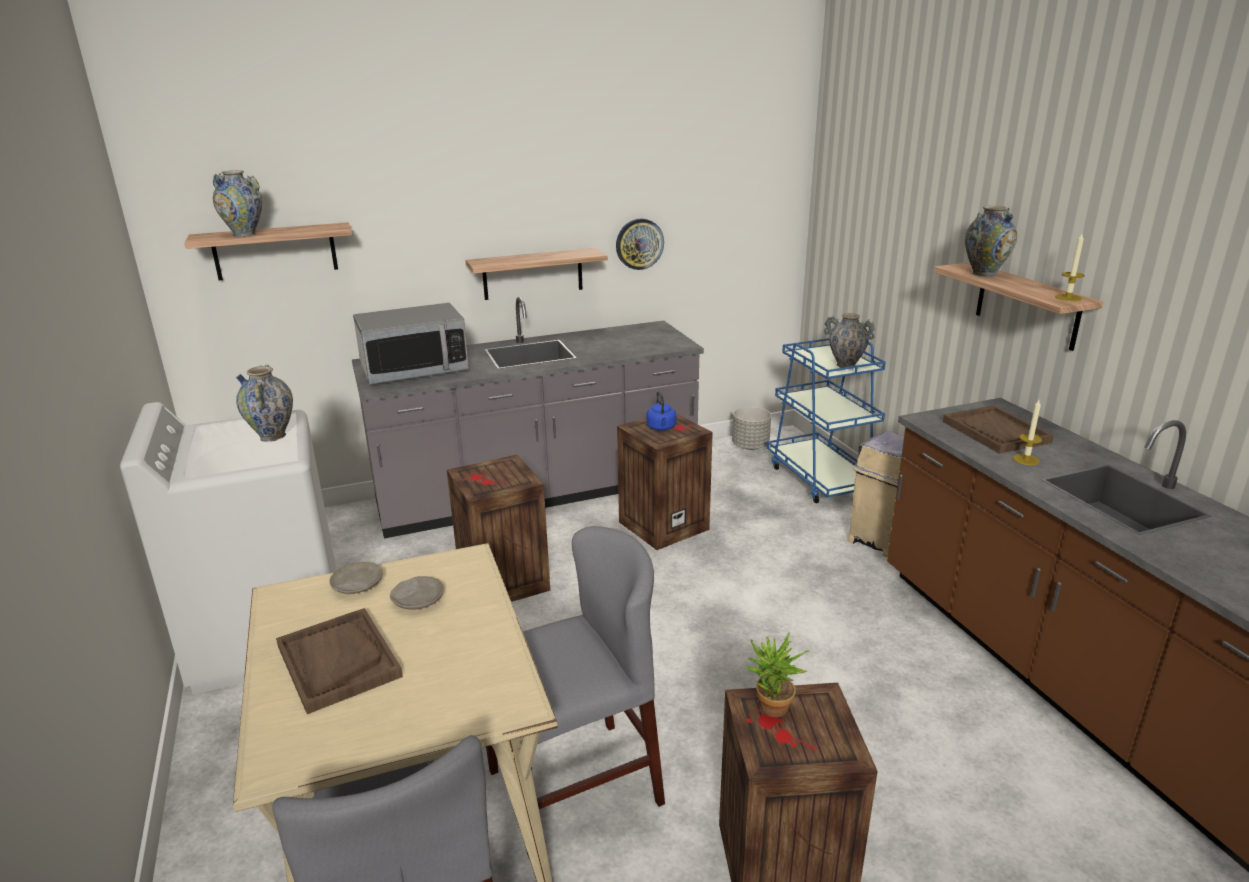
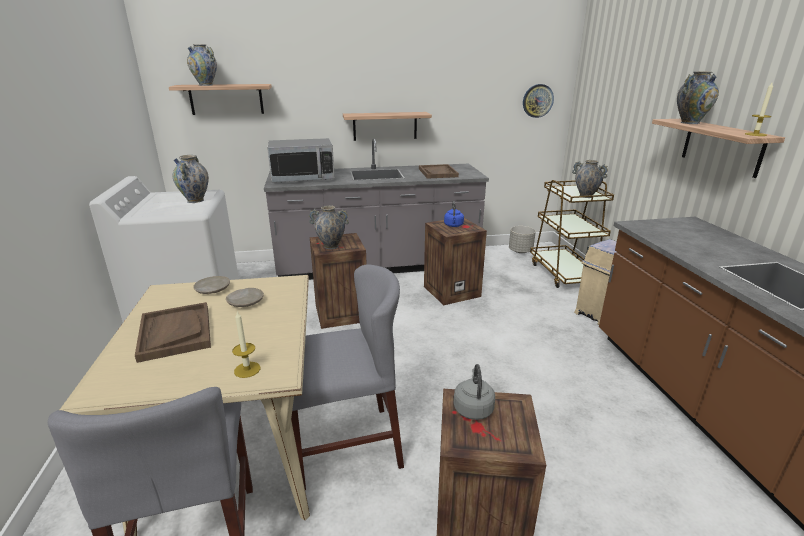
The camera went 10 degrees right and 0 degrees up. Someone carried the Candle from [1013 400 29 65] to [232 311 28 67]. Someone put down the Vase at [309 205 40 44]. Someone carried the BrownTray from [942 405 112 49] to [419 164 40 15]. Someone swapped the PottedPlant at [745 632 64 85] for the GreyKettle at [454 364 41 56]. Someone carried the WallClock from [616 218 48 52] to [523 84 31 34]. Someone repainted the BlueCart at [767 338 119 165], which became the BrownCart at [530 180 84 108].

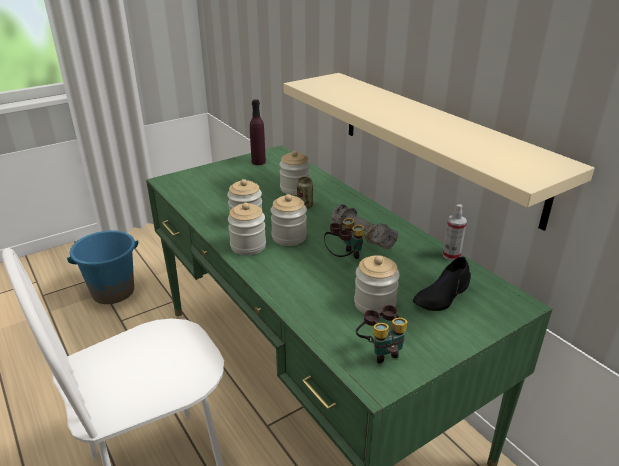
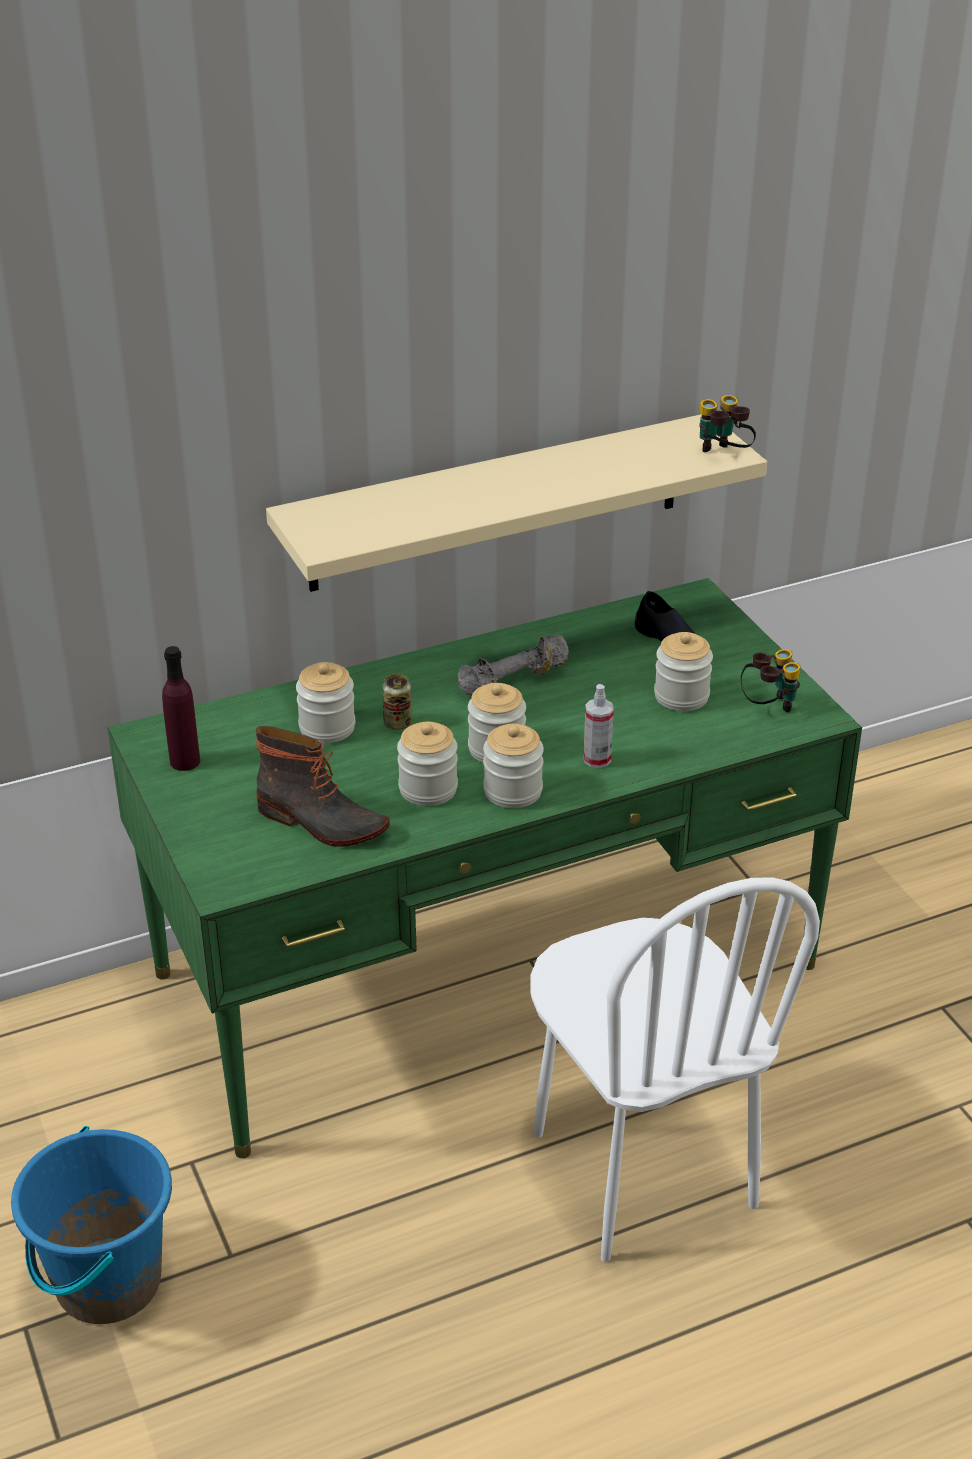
The camera went 80 degrees left and 5 degrees up. Someone put down the Boot at [256 726 134 121]. Someone carried the SprayBottle from [443 204 24 57] to [583 684 31 84]. Someone carried the Binoculars from [324 218 40 41] to [699 395 57 57].

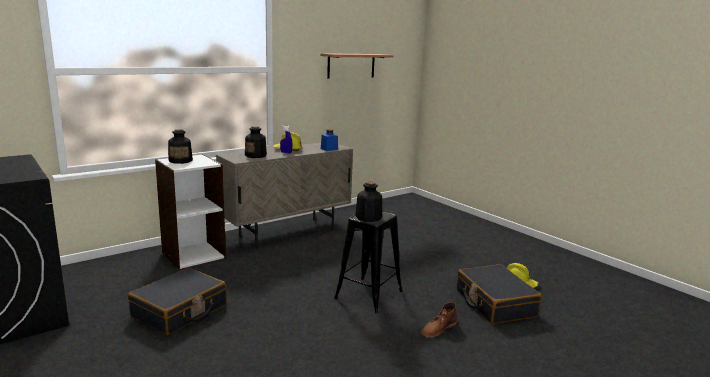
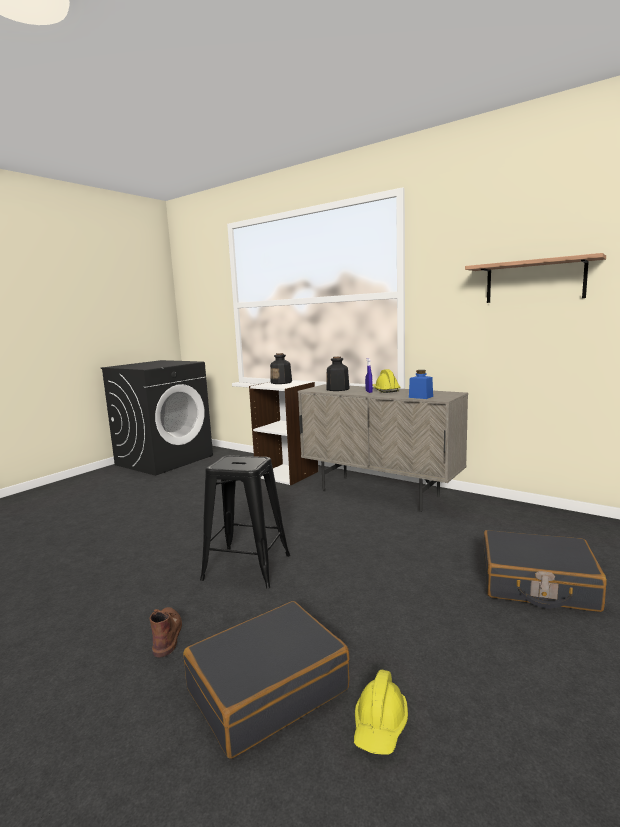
The camera went 75 degrees right and 5 degrees down. Someone rotated the BrownBoot at [421 302 37 36] by 45 degrees clockwise. Someone carried the BlackSuitcase from [128 268 99 67] to [484 530 123 82]. Someone took away the Bottle at [355 181 27 41].

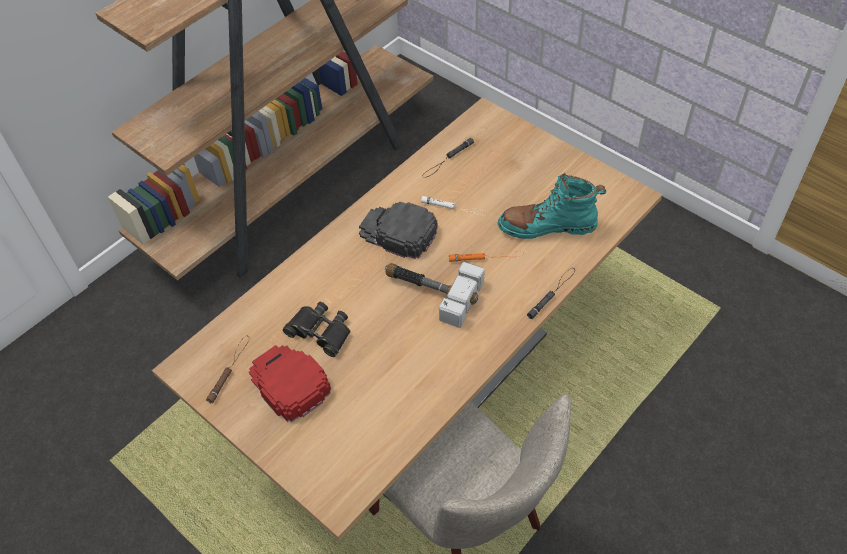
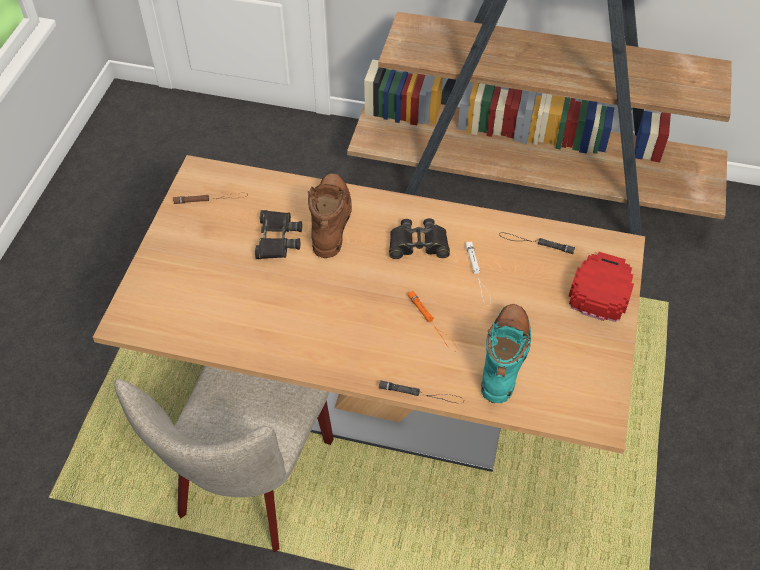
The camera went 60 degrees right and 0 degrees up. Someone put down the BrownBoot at [308 173 44 85]. Someone swapped the BlackCap at [359 202 79 57] for the BlackBinoculars at [389 218 61 41]. Someone rotated the TurquoiseBoot at [498 173 108 66] by 45 degrees clockwise. Someone carried the RedCap from [249 345 82 77] to [568 252 66 70]. Someone took away the Hammer at [385 262 100 66].

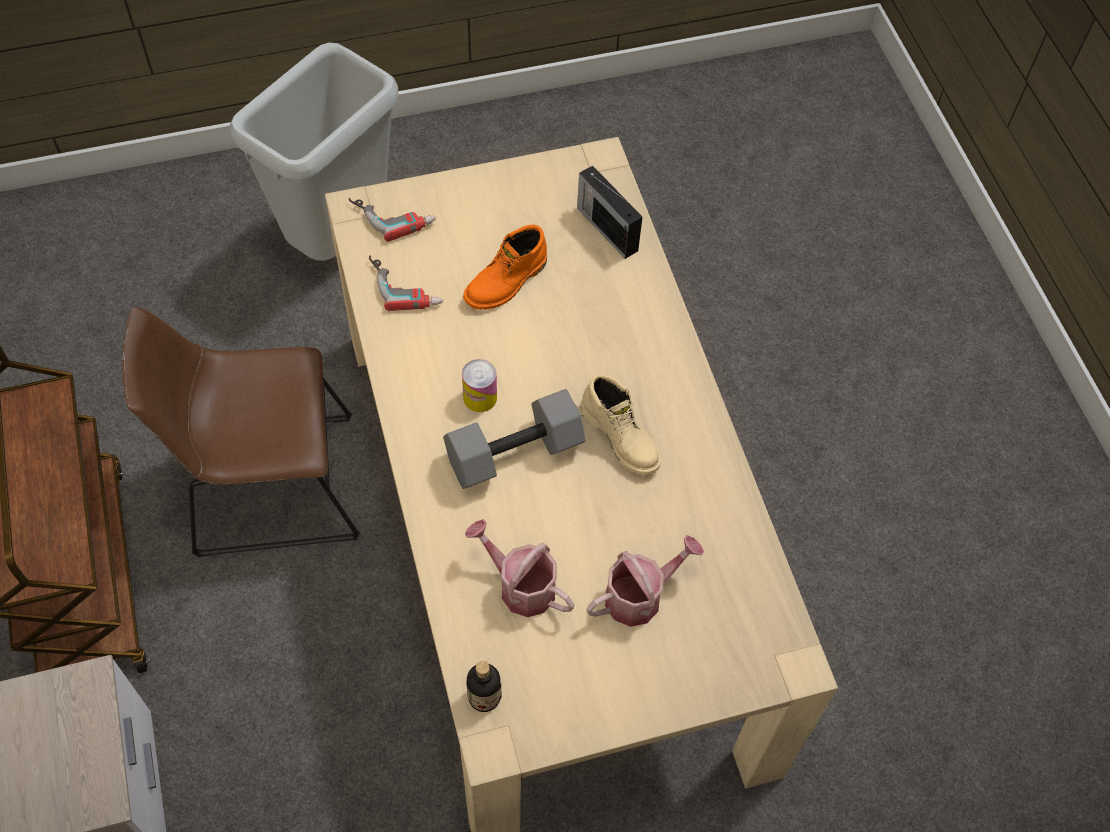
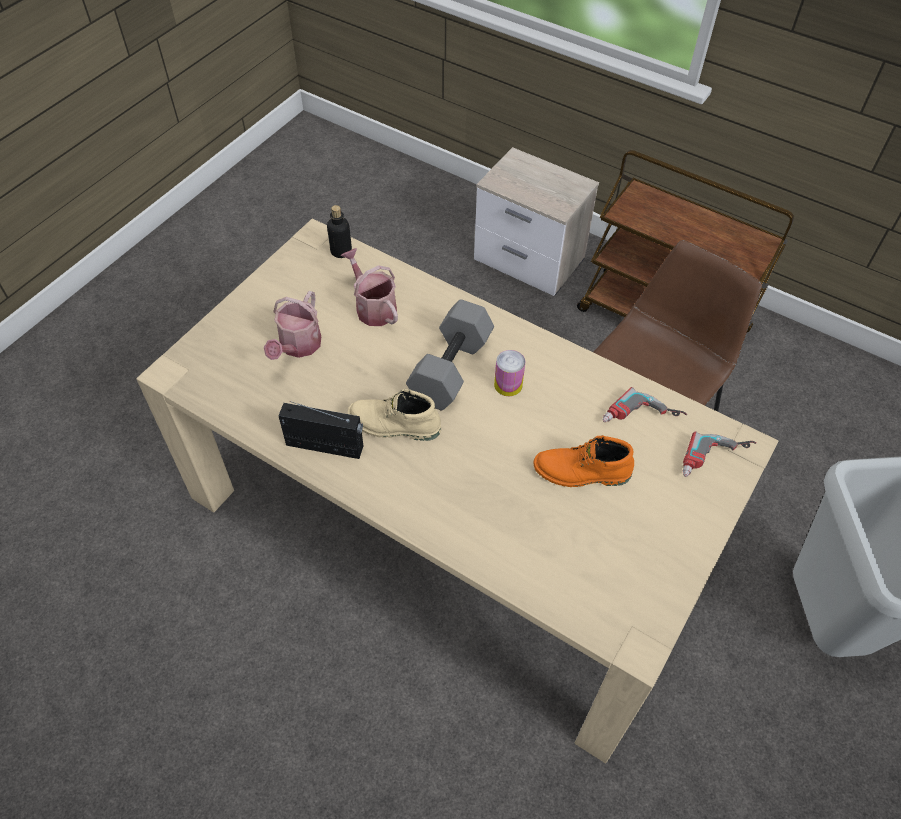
The camera went 140 degrees right and 5 degrees down. Someone carried the Radio from [577 166 65 93] to [278 401 85 58]. Someone rotated the WateringCan at [465 519 109 98] by 120 degrees counterclockwise. Someone rotated the OrangeBoot at [463 225 84 85] by 90 degrees counterclockwise.

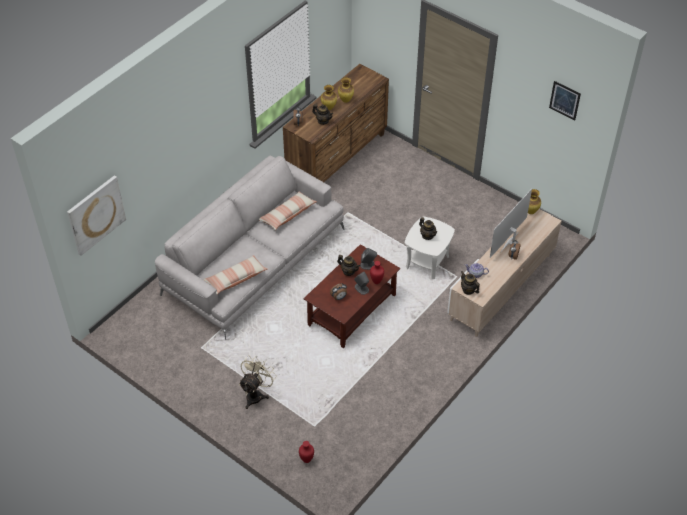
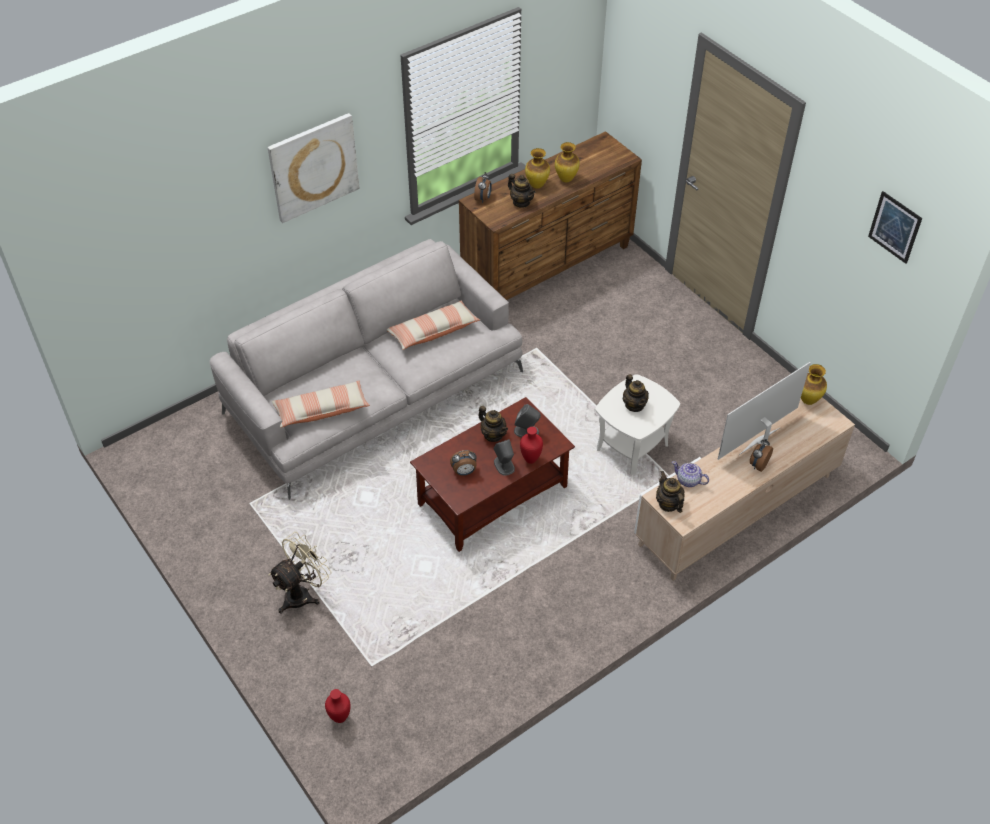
The camera went 15 degrees right and 0 degrees up. Someone carried the Picture from [67 175 59 81] to [268 113 91 110].

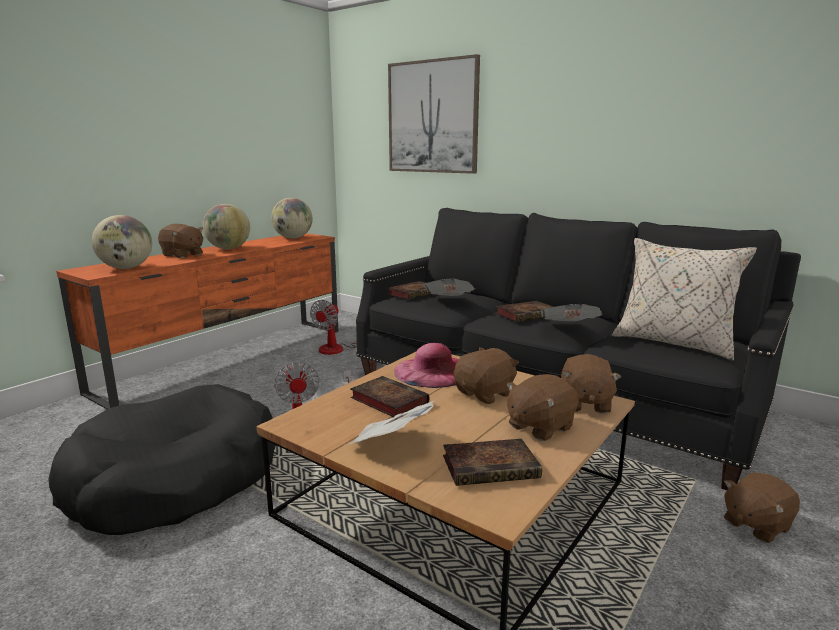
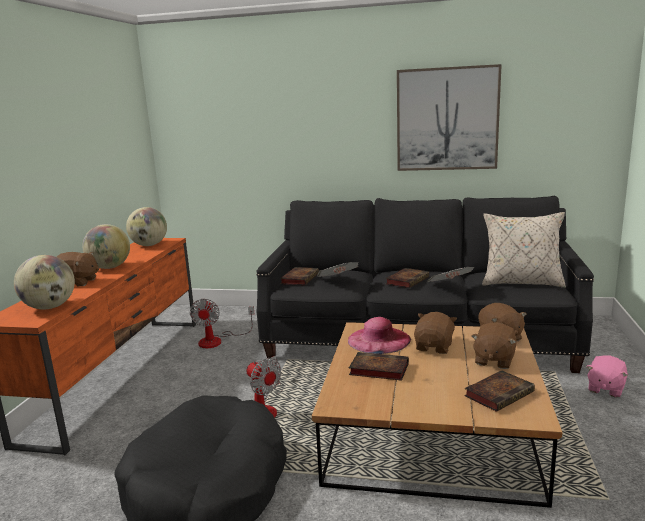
The camera went 25 degrees left and 0 degrees up. Someone carried the Picture from [388 54 92 120] to [397 64 105 107]. Someone repainted the BrownPlushToy at [724 472 76 71], which became the PinkPlushToy at [586 355 42 43]. Someone took away the Newspaper at [348 401 86 44].

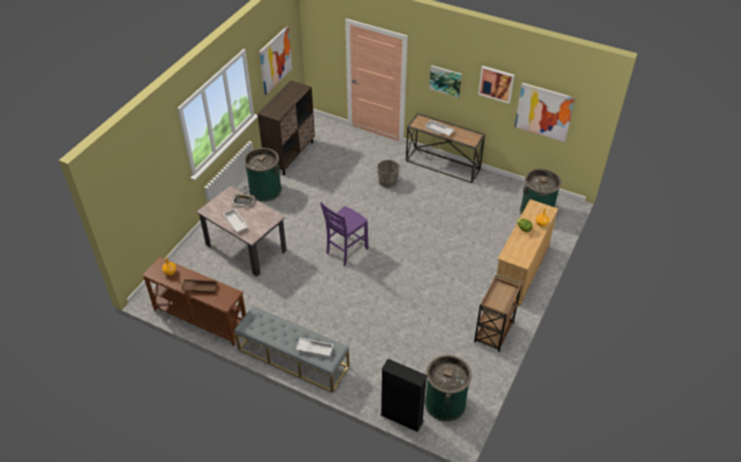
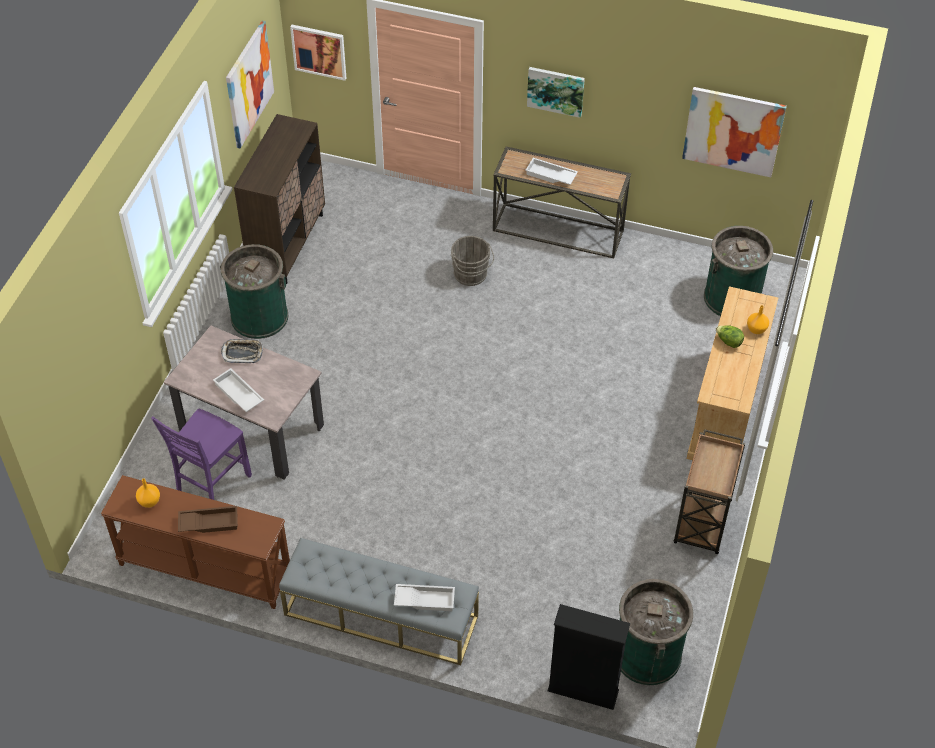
The camera went 10 degrees left and 5 degrees up. Someone carried the PurpleChair from [320 202 48 64] to [151 409 101 91]. Someone carried the Picture from [478 66 36 38] to [290 25 56 56].

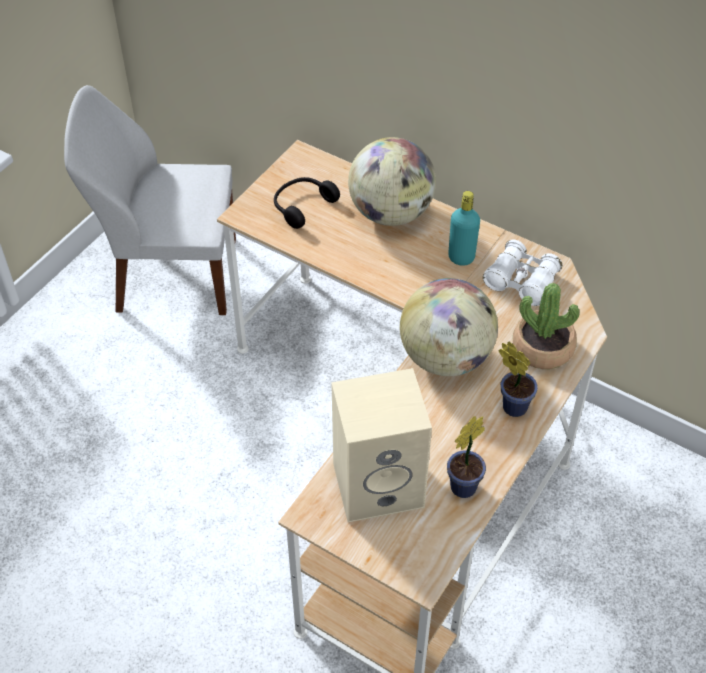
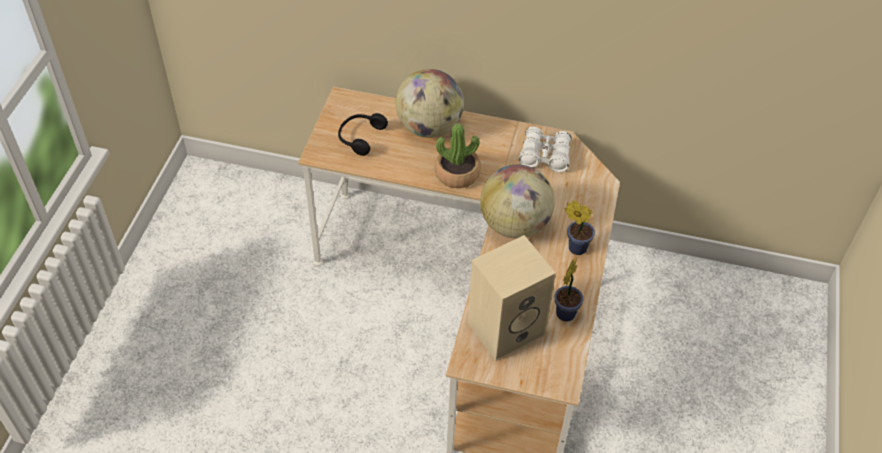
The camera went 20 degrees left and 0 degrees up. Someone carried the PottedPlant from [513 283 67 86] to [435 123 46 65]. Someone took away the WhiteChair at [64 85 172 230]. Someone took away the TurquoiseBottle at [448 191 32 75].

